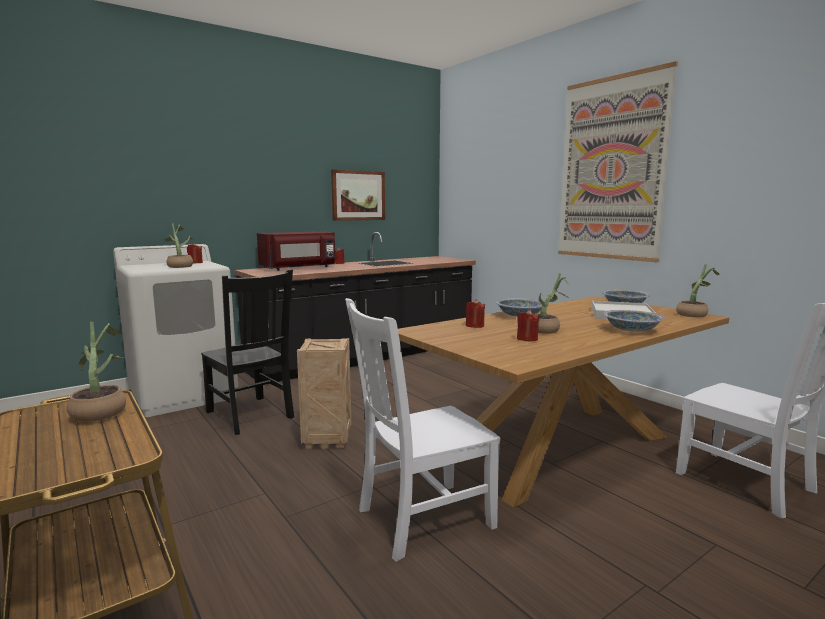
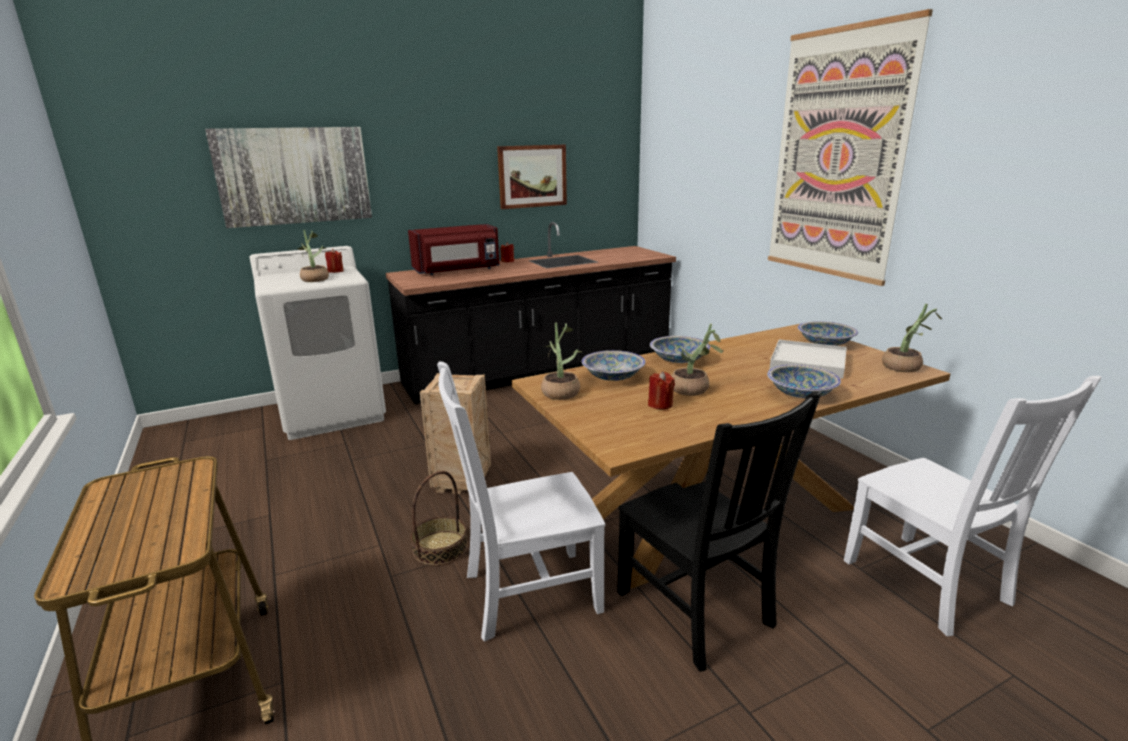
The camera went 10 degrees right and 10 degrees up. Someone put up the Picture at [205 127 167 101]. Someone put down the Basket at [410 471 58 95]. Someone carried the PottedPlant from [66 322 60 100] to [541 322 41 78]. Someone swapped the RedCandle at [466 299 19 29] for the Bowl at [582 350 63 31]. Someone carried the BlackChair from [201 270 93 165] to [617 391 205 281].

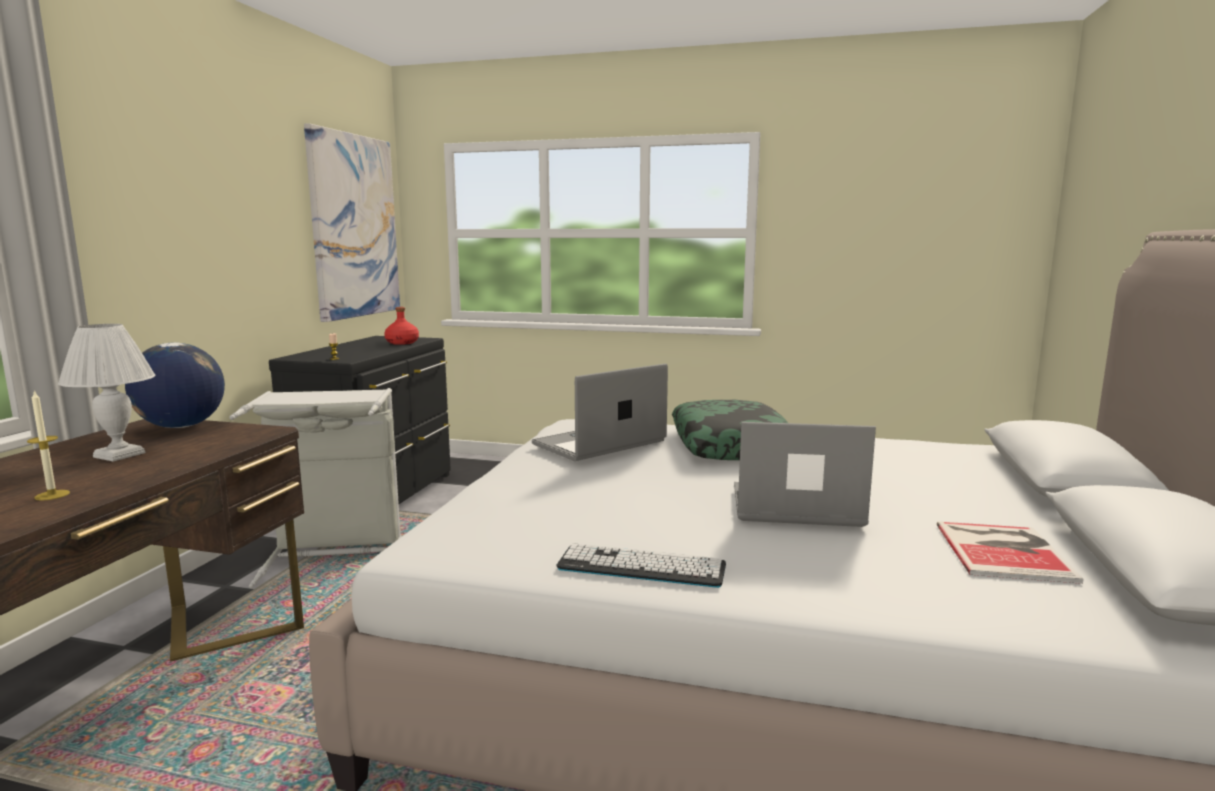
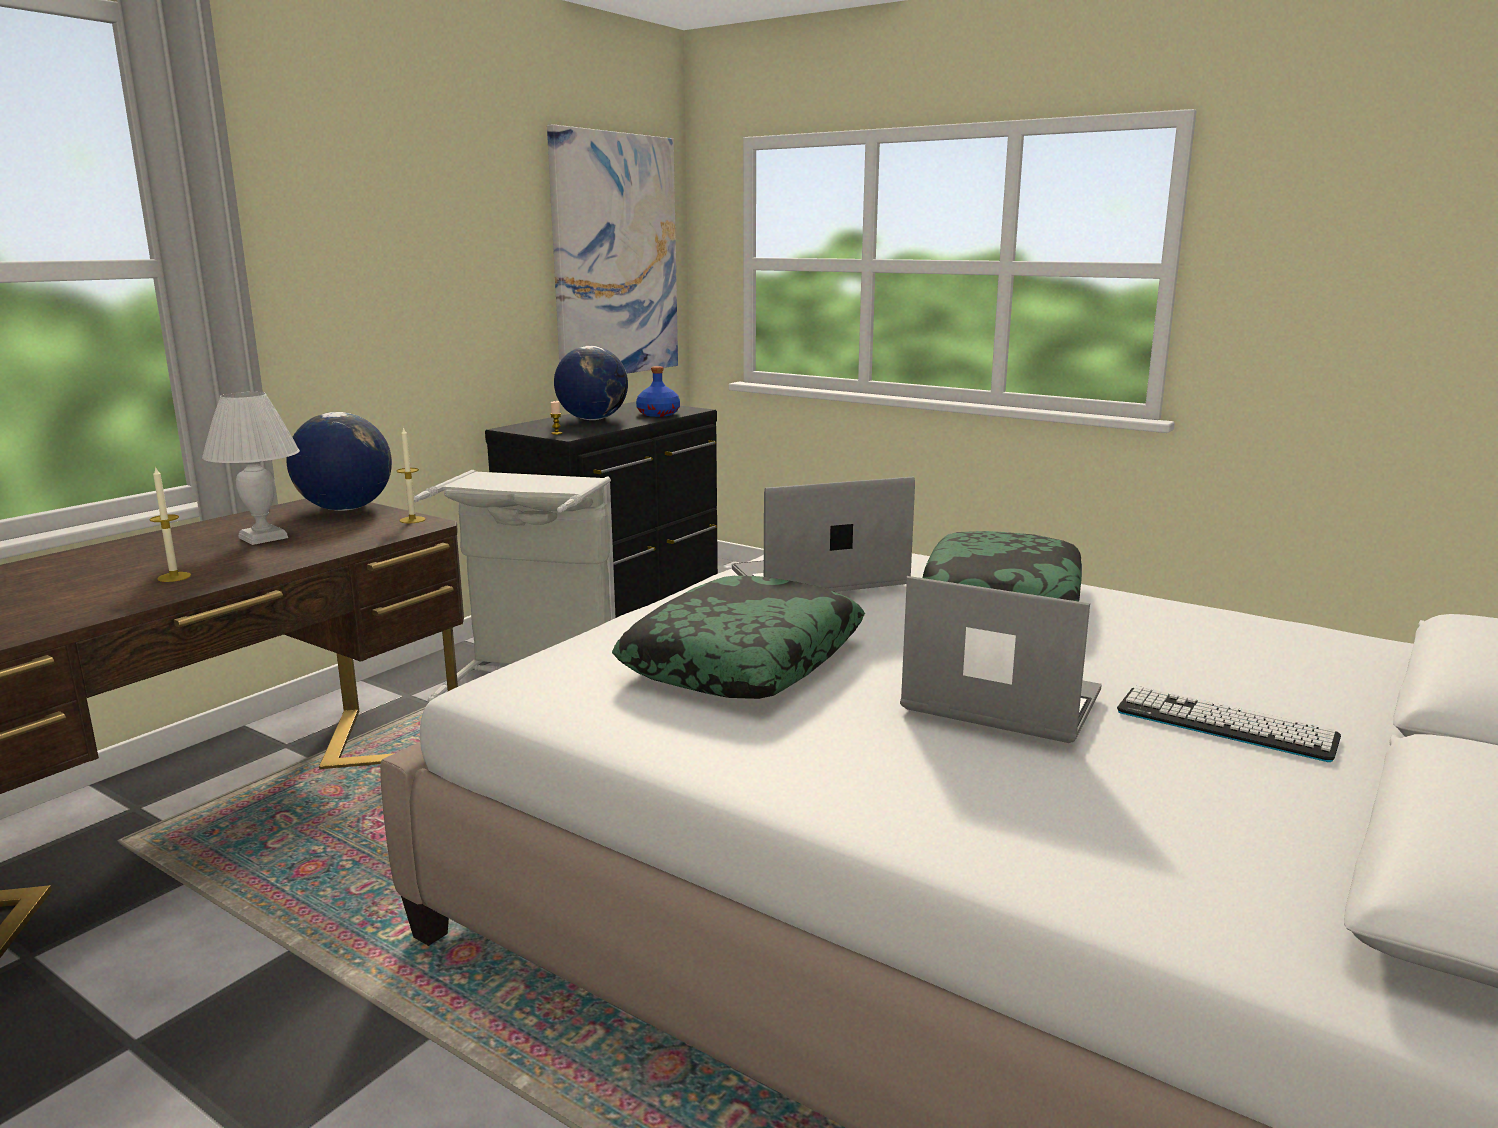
The camera went 20 degrees right and 5 degrees up. Someone put down the Candle at [396 427 30 96]. Someone put down the Globe at [554 346 74 74]. Someone put down the Pillow at [612 576 253 123]. Someone repainted the RedBottle at [384 307 35 38], which became the BlueBottle at [636 366 44 51]. Someone carried the Keyboard from [556 543 170 45] to [1117 686 224 76]. Someone took away the Book at [936 522 148 62].

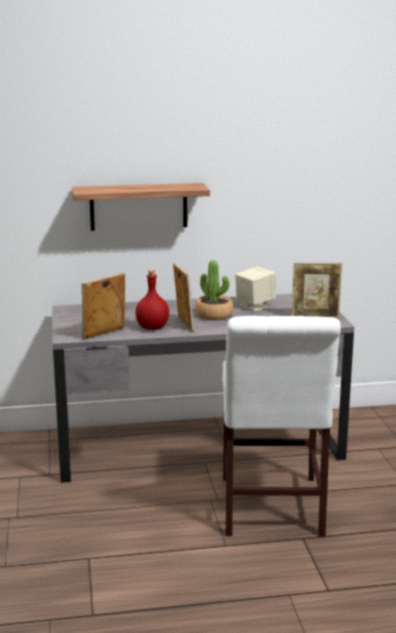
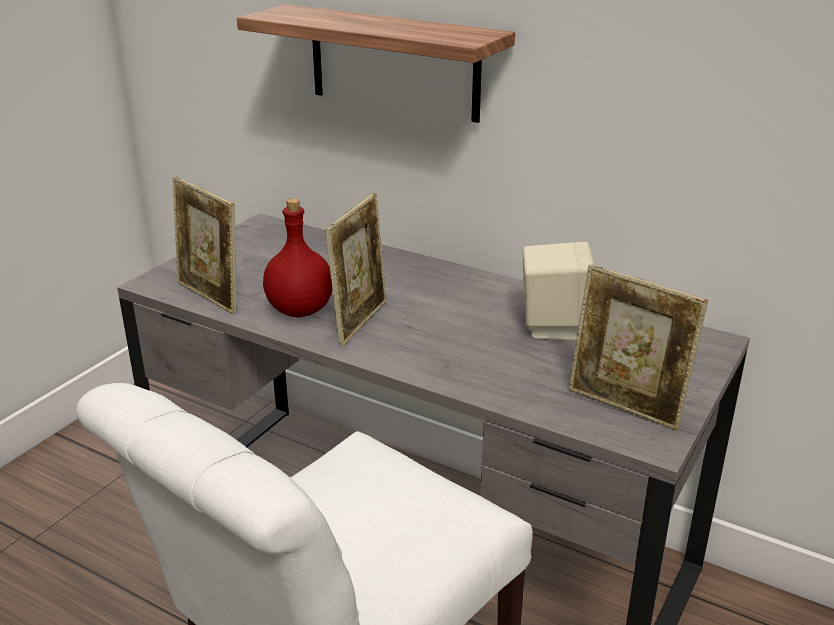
The camera went 40 degrees right and 10 degrees up. Someone rotated the PictureFrame at [82 273 43 67] by 135 degrees counterclockwise. Someone took away the PottedPlant at [195 260 38 60].

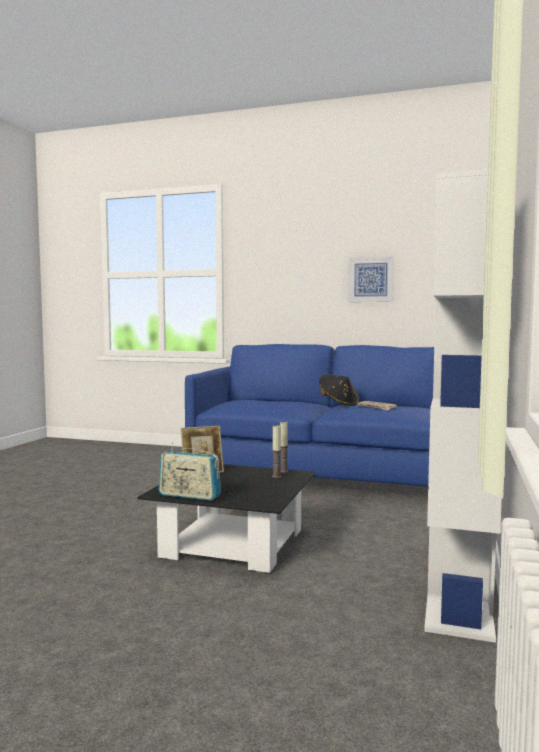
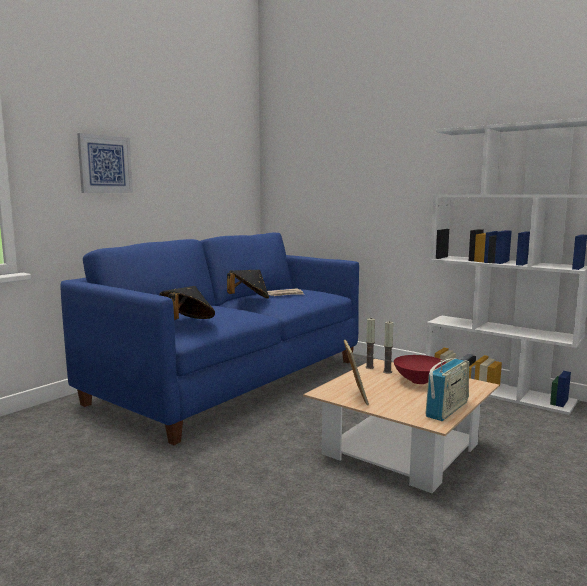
The camera went 70 degrees left and 5 degrees up. Someone carried the Picture from [348 256 46 46] to [77 133 56 60]. Someone put down the BlackHat at [159 286 56 34]. Someone repainted the BlackCoffeeTable at [137 464 179 109], which became the BeigeCoffeeTable at [303 359 196 134]. Someone put down the RedBowl at [394 355 52 29].

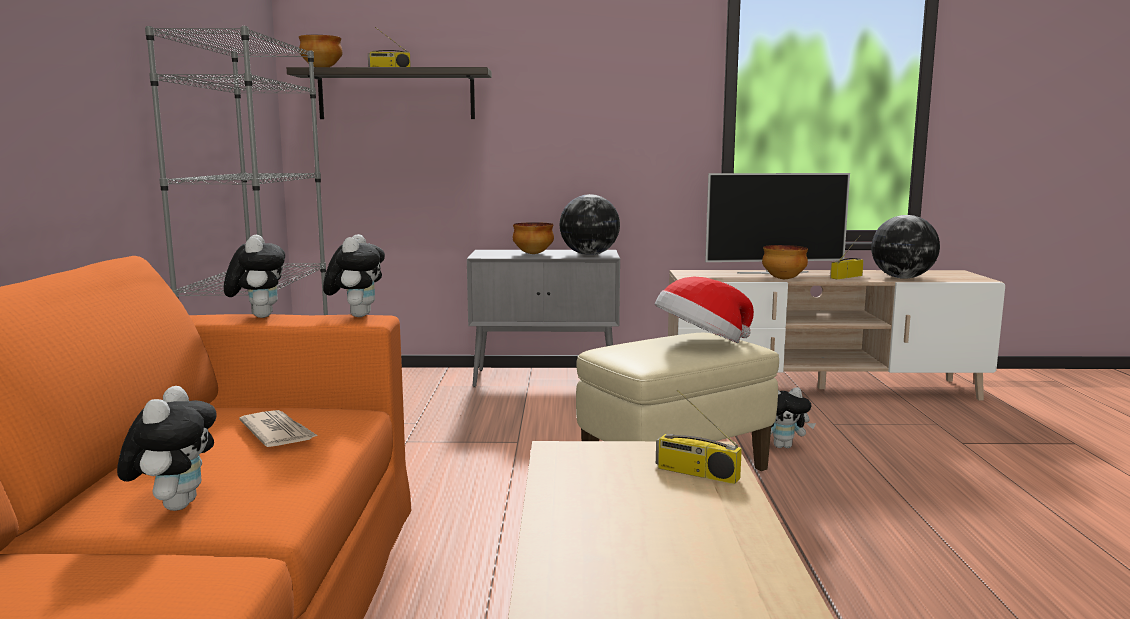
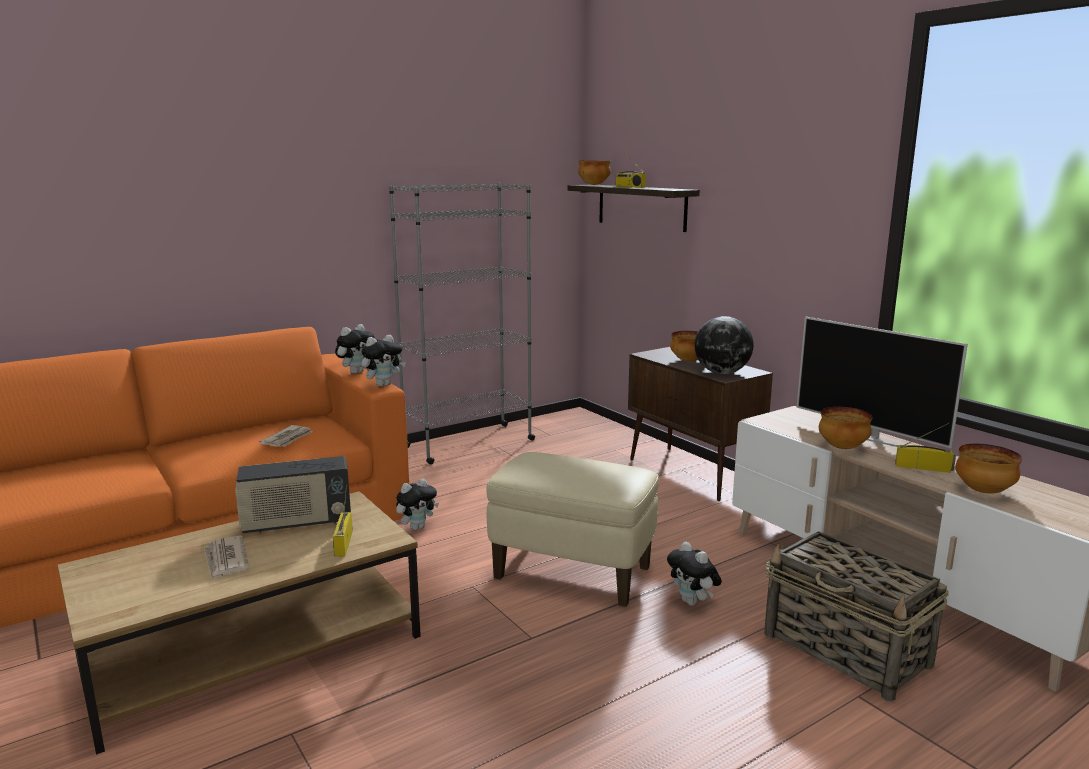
The camera went 55 degrees right and 5 degrees up. Someone put down the Newspaper at [204 536 45 44]. Someone put down the Radio at [235 456 116 77]. Someone carried the PlushToy from [117 386 100 125] to [396 479 43 51]. Someone repainted the GreyCabinet at [467 250 153 137], which became the BrownCabinet at [628 347 145 154]. Someone put down the Basket at [764 531 185 170]. Someone swapped the Globe at [871 215 69 64] for the Bowl at [955 444 67 50]. Someone took away the Hat at [655 277 99 66].

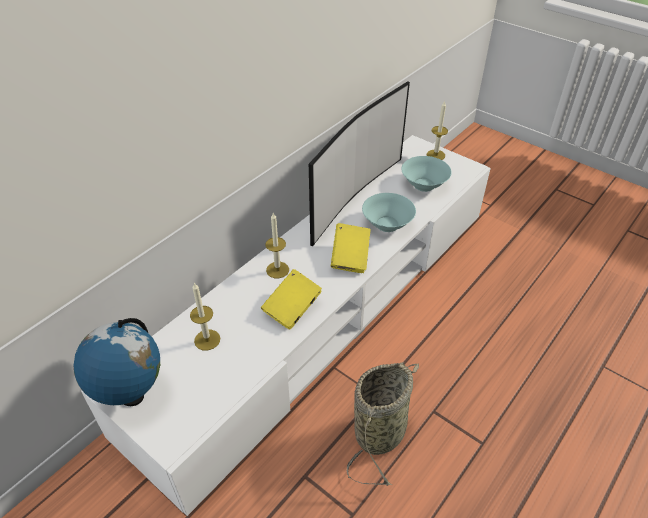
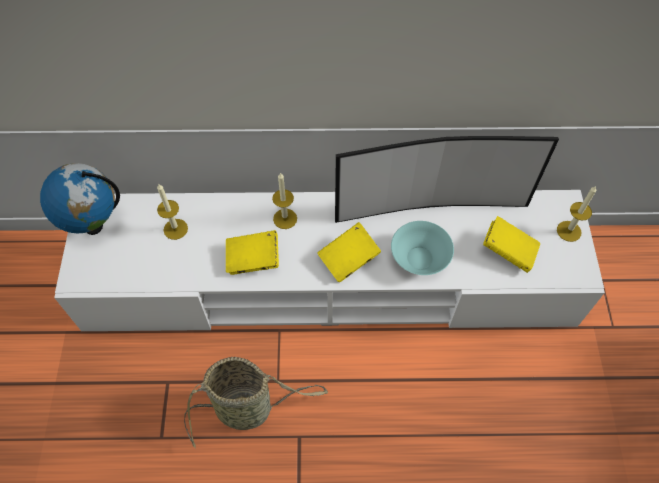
The camera went 50 degrees right and 15 degrees up. Someone swapped the TurquoiseBowl at [401 156 51 36] for the YellowBook at [483 216 57 57].

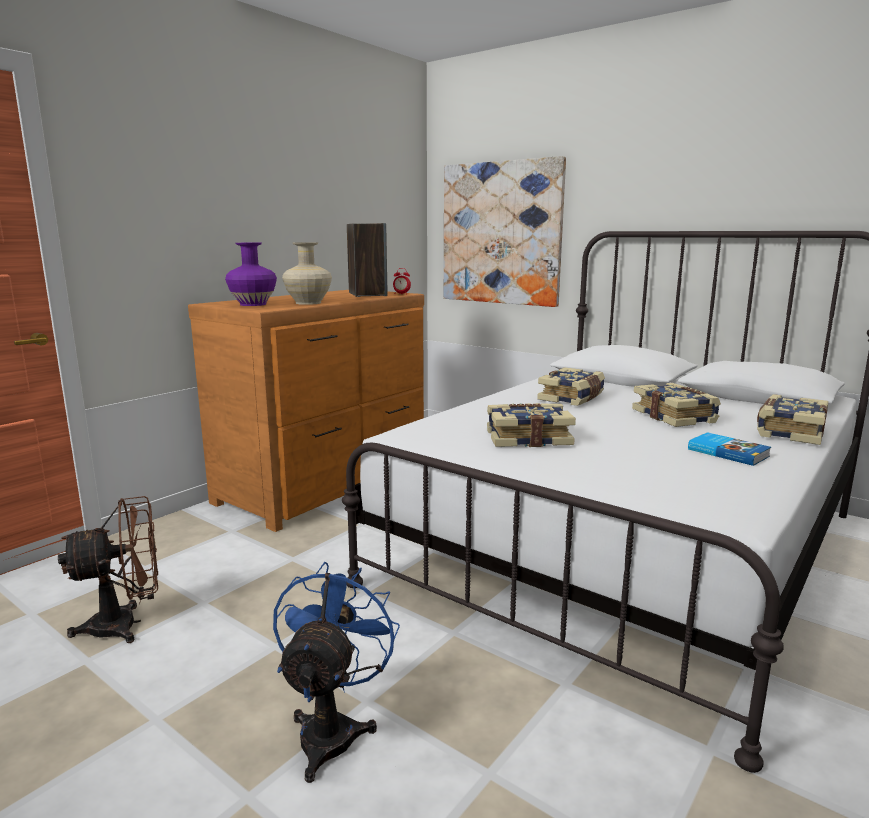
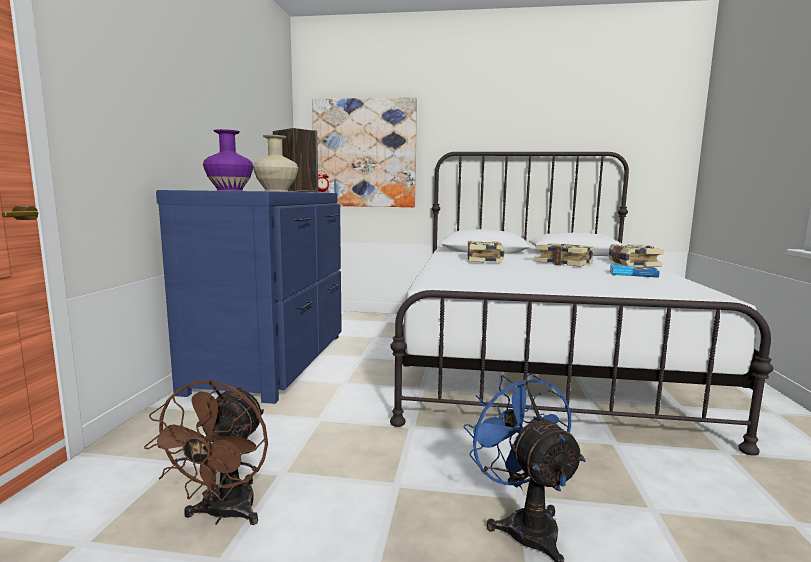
The camera went 30 degrees left and 5 degrees down. Someone rotated the BrownFan at [58 496 100 147] by 150 degrees clockwise. Someone repainted the BrownDresser at [188 290 236 242], which became the BlueDresser at [156 190 186 214]. Someone took away the Book at [487 403 89 44].

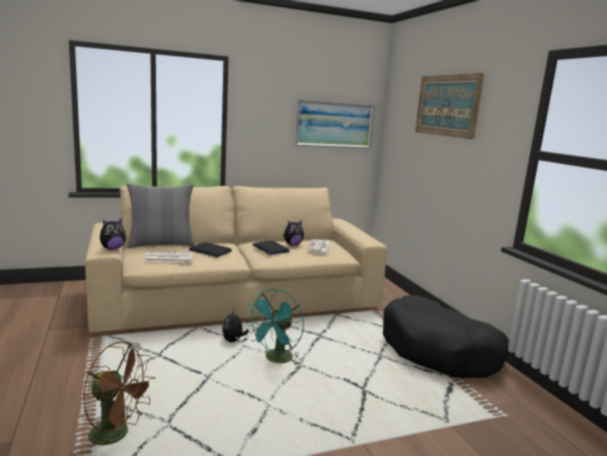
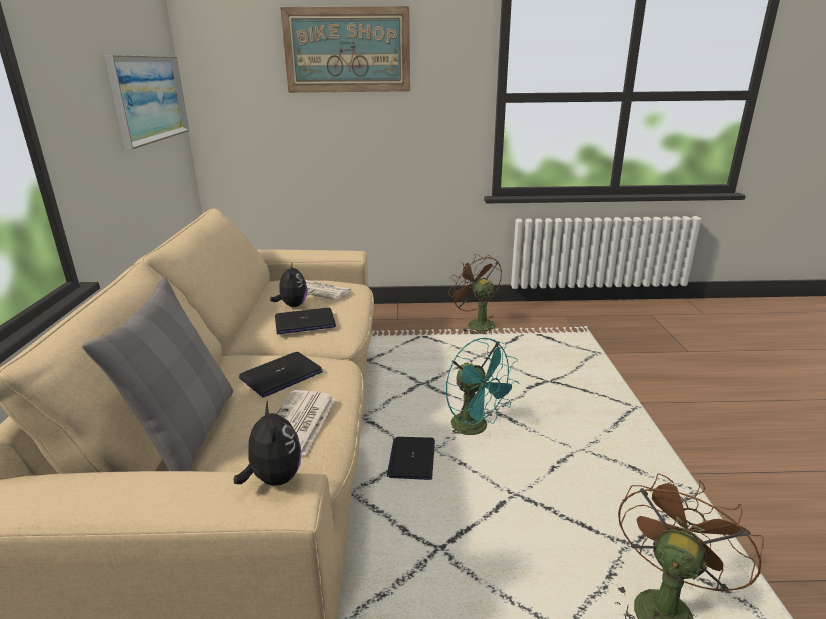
The camera went 70 degrees left and 10 degrees up. Someone swapped the PlushToy at [222 311 27 31] for the Laptop at [387 437 48 43]. Someone swapped the BlackDogBed at [383 295 126 83] for the BrownFan at [448 254 54 81].

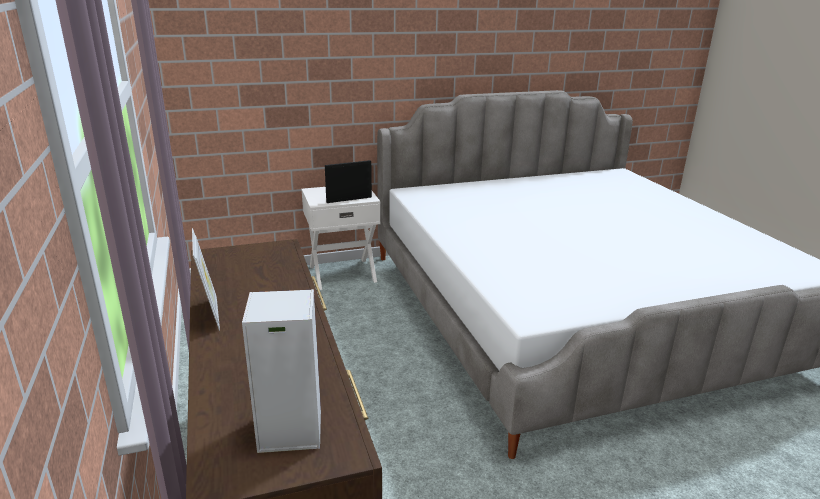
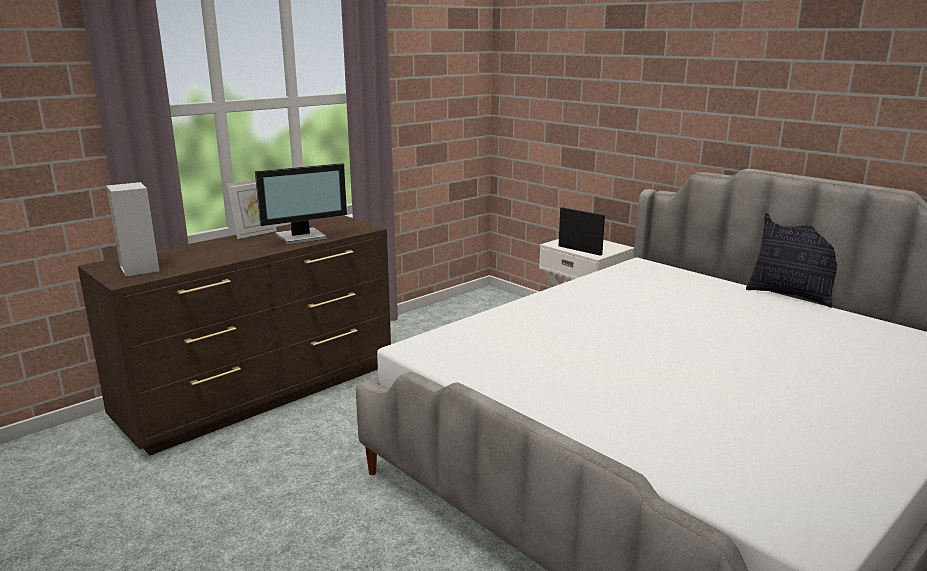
The camera went 65 degrees right and 5 degrees down. Someone put down the Monitor at [255 163 92 82]. Someone put down the Pillow at [746 213 91 95].

